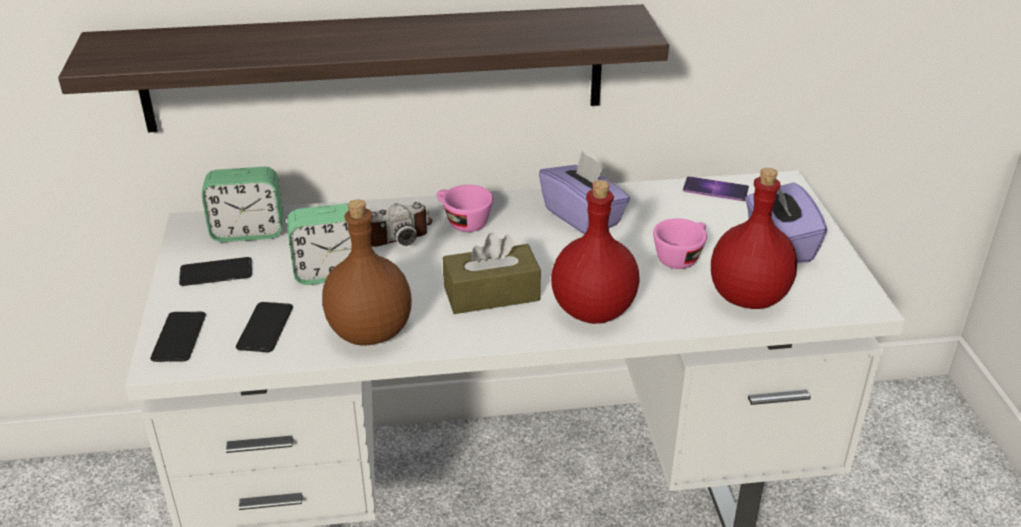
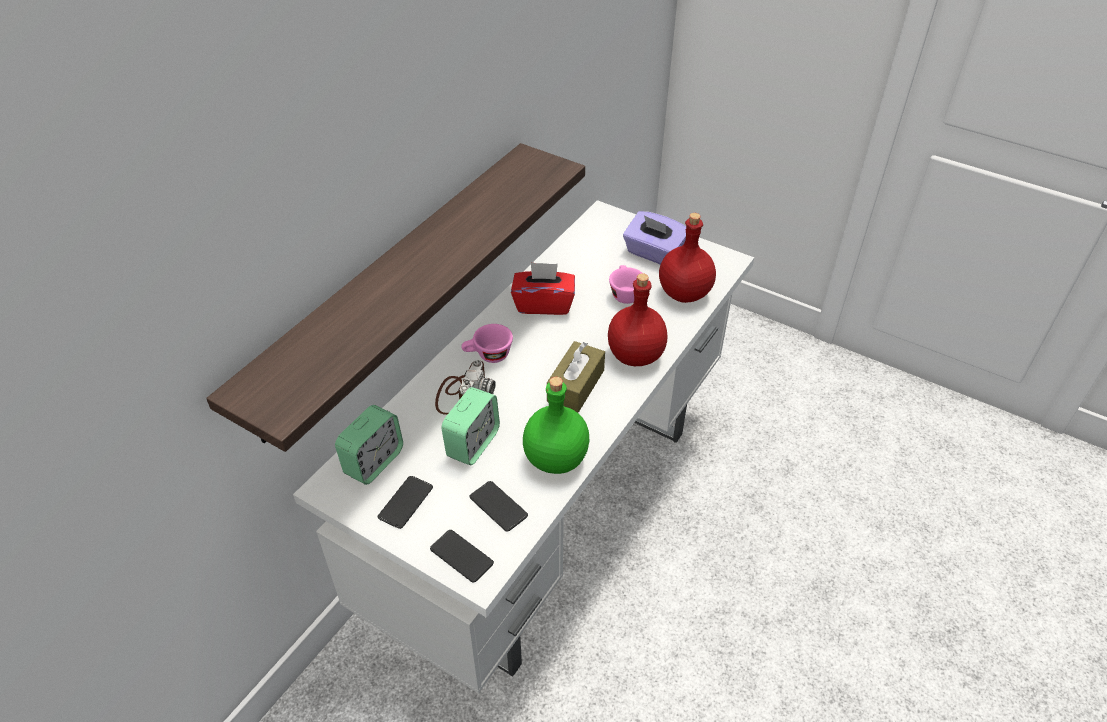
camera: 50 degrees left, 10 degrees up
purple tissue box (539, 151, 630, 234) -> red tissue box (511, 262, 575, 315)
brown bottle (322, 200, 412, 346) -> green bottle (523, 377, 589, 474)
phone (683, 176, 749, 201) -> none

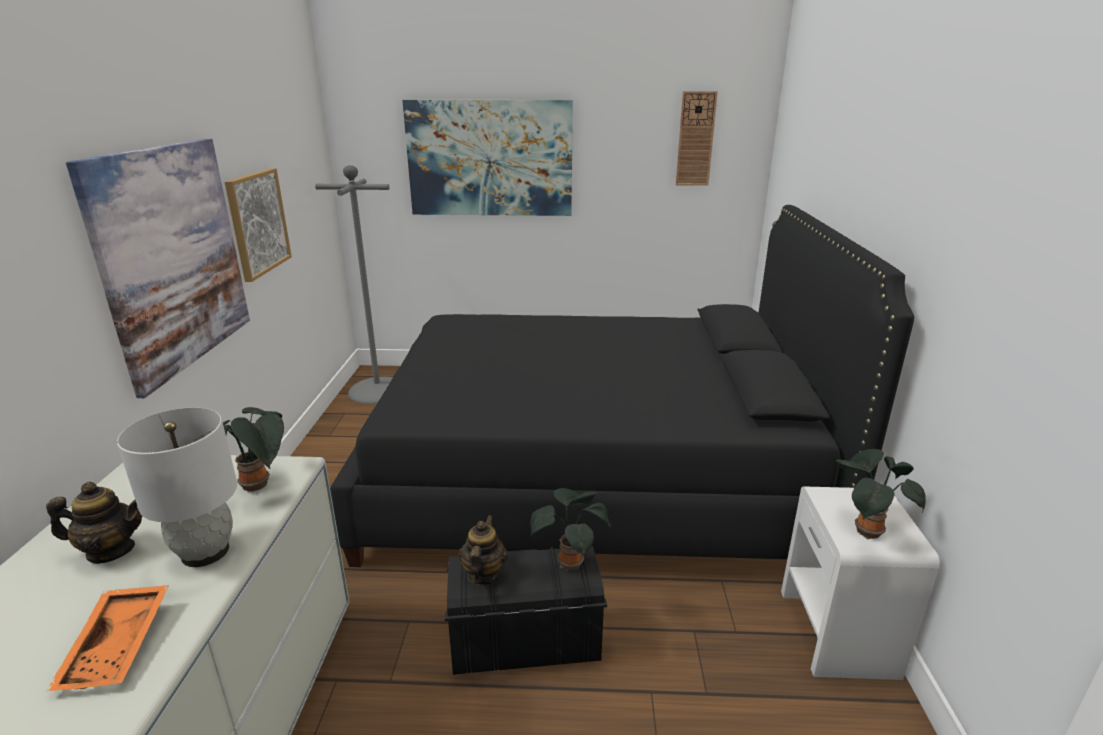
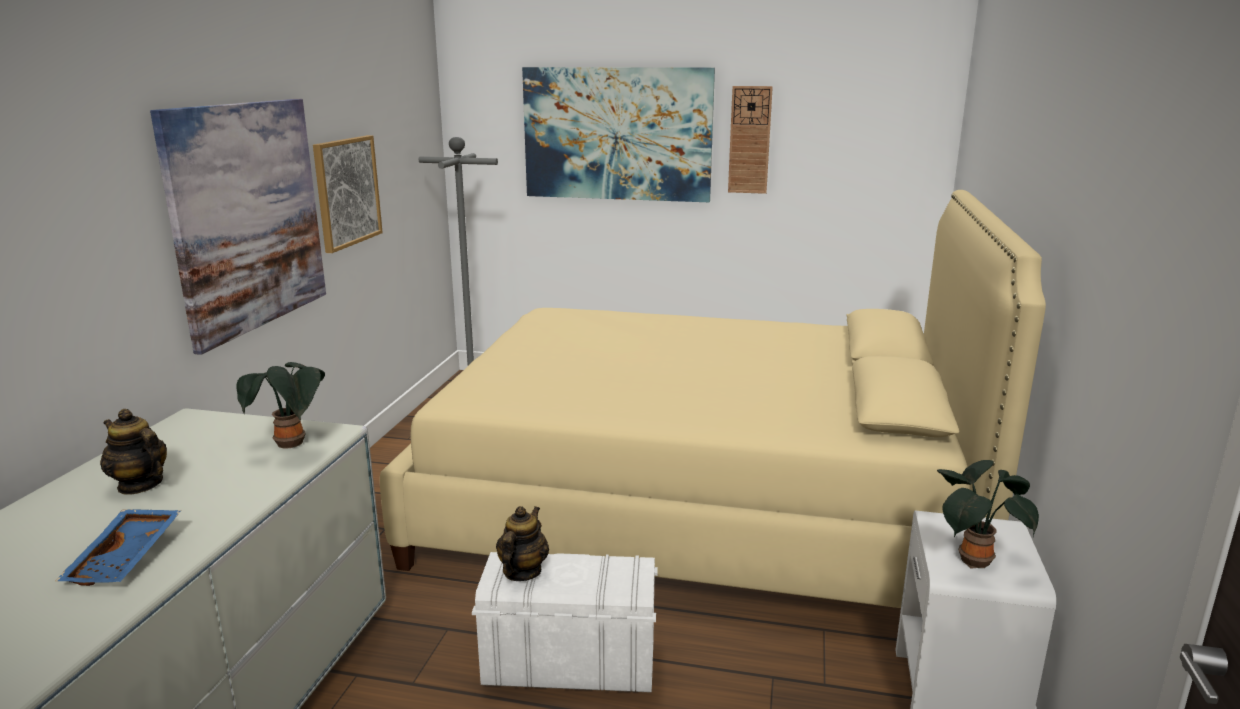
camera: 10 degrees right, 5 degrees down
orange tray (46, 585, 169, 692) -> blue tray (56, 509, 182, 586)
teapot (46, 482, 142, 564) -> teapot (100, 409, 167, 495), 150 degrees counterclockwise
black bed (330, 205, 914, 567) -> beige bed (380, 190, 1046, 608)
black storage box (445, 546, 607, 675) -> white storage box (472, 552, 658, 693)
wall clock (676, 91, 718, 186) -> wall clock (728, 86, 773, 194), relocated
white table lamp (117, 408, 237, 567) -> none
potted plant (530, 488, 611, 571) -> none

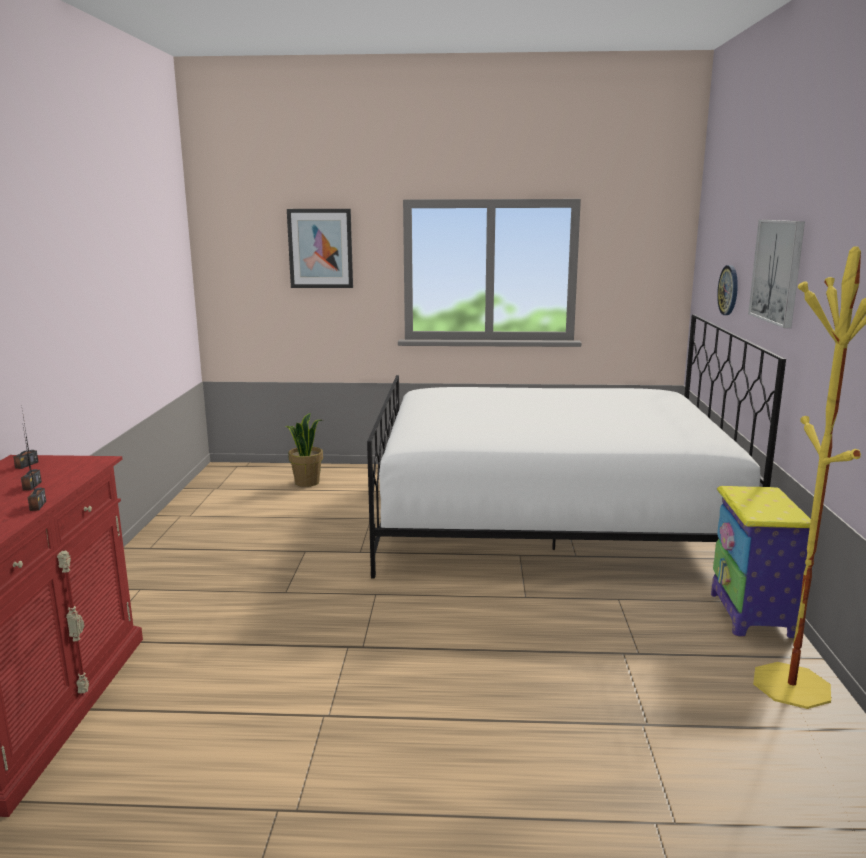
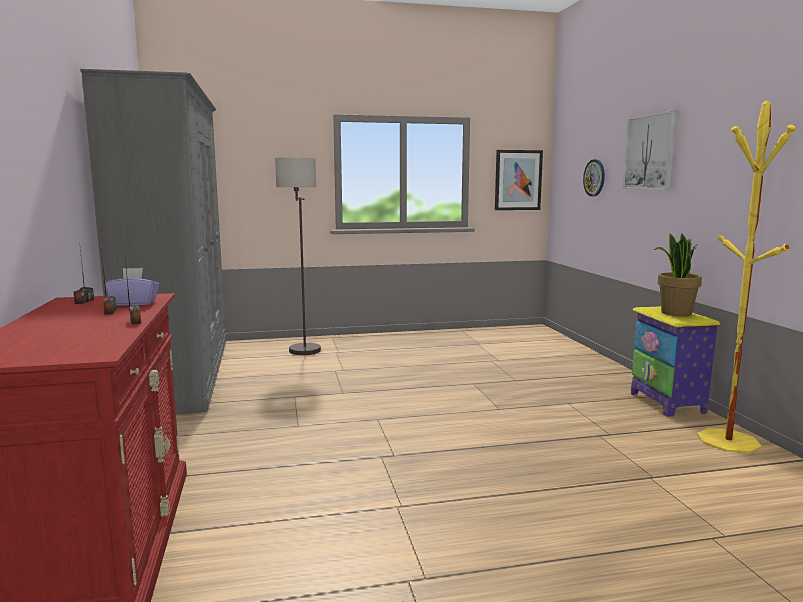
camera: 15 degrees left, 5 degrees down
none -> grey wardrobe (80, 69, 226, 414)
none -> purple tissue box (104, 268, 159, 306)
none -> grey floor lamp (275, 157, 321, 355)
picture (287, 209, 353, 288) -> picture (495, 150, 543, 210), relocated
potted plant (286, 413, 323, 487) -> potted plant (654, 233, 702, 316), relocated
white bed (367, 314, 786, 578) -> none

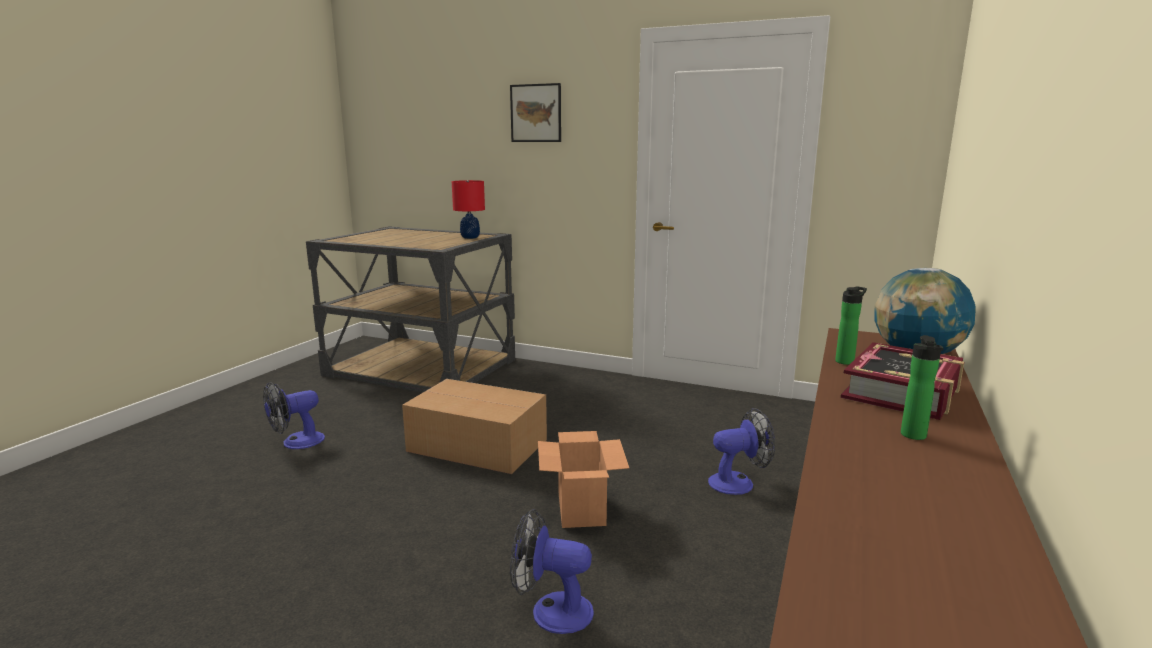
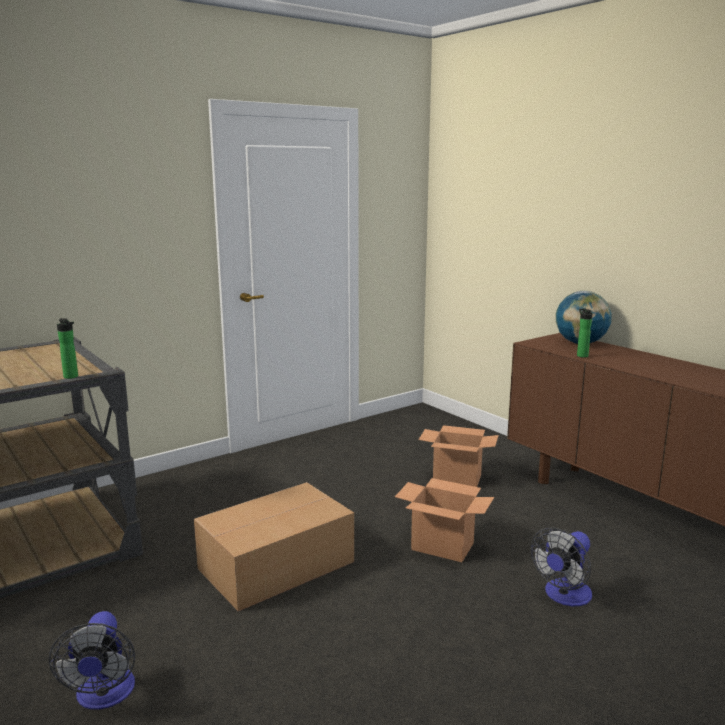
camera: 60 degrees left, 0 degrees up
bottle (901, 335, 943, 440) -> bottle (57, 318, 78, 379), relocated
fan (708, 408, 775, 495) -> cardboard box (419, 425, 499, 487)
red table lamp (452, 180, 485, 239) -> none
picture (510, 83, 561, 142) -> none
book (841, 342, 964, 420) -> none

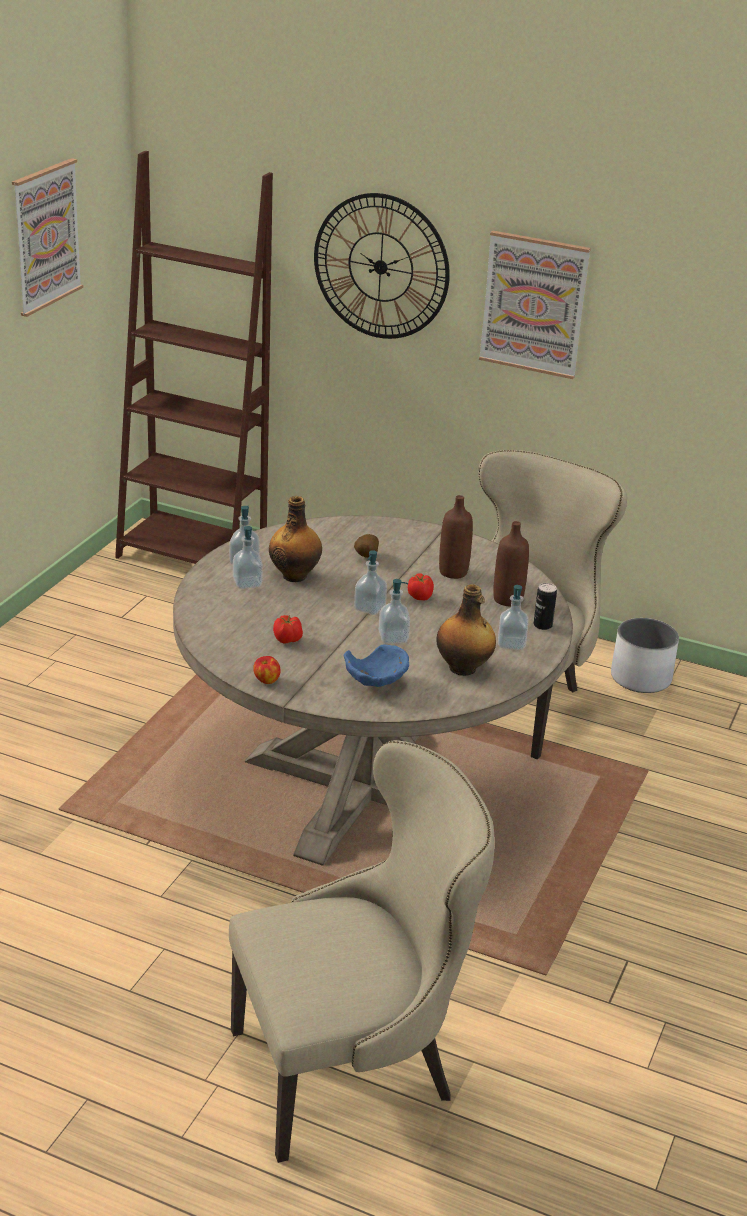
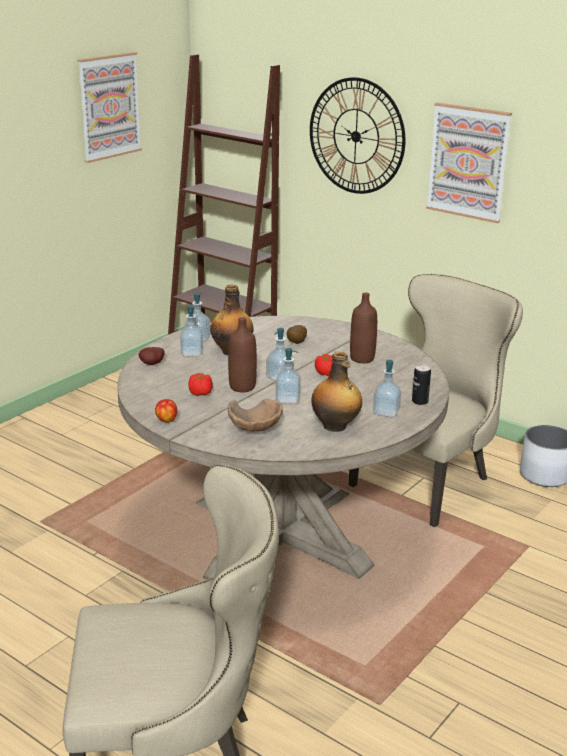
camera: 15 degrees right, 5 degrees down
none -> potato (139, 347, 165, 365)
brown bottle (493, 521, 529, 607) -> brown bottle (228, 317, 257, 393), relocated
blue bowl (344, 644, 409, 687) -> brown bowl (228, 399, 283, 432)

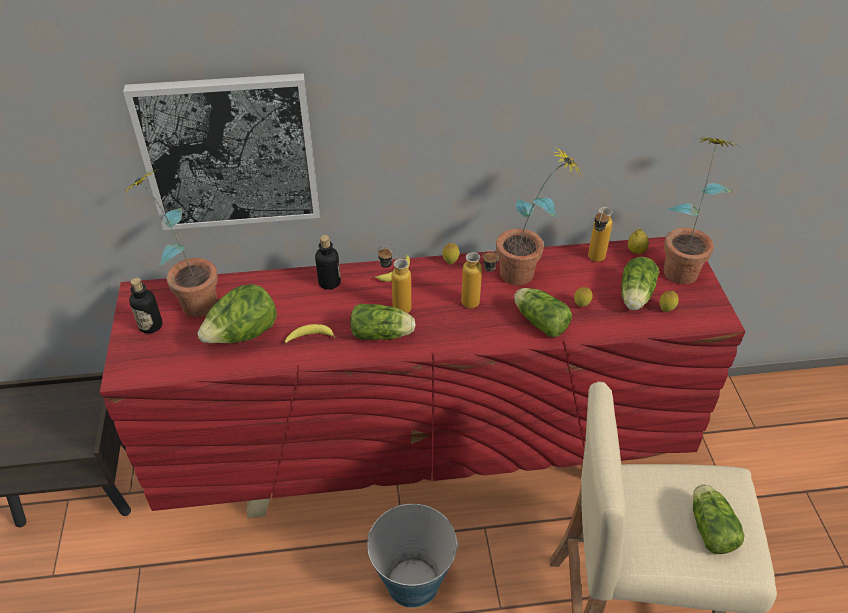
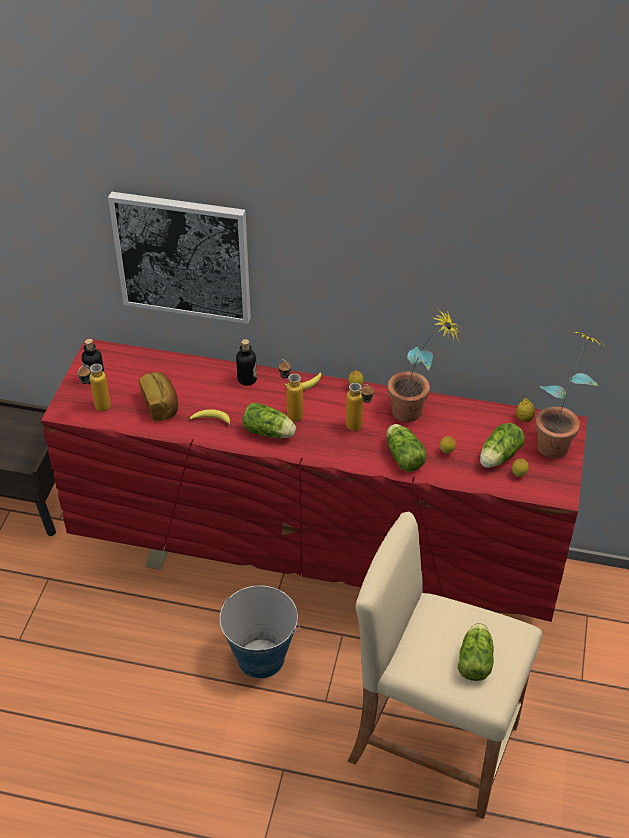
camera: 20 degrees right, 0 degrees up
bottle (588, 207, 613, 262) -> bottle (77, 364, 111, 411), relocated
lettuce (197, 284, 277, 343) -> bread (139, 372, 178, 421)
potted plant (124, 170, 218, 317) -> none

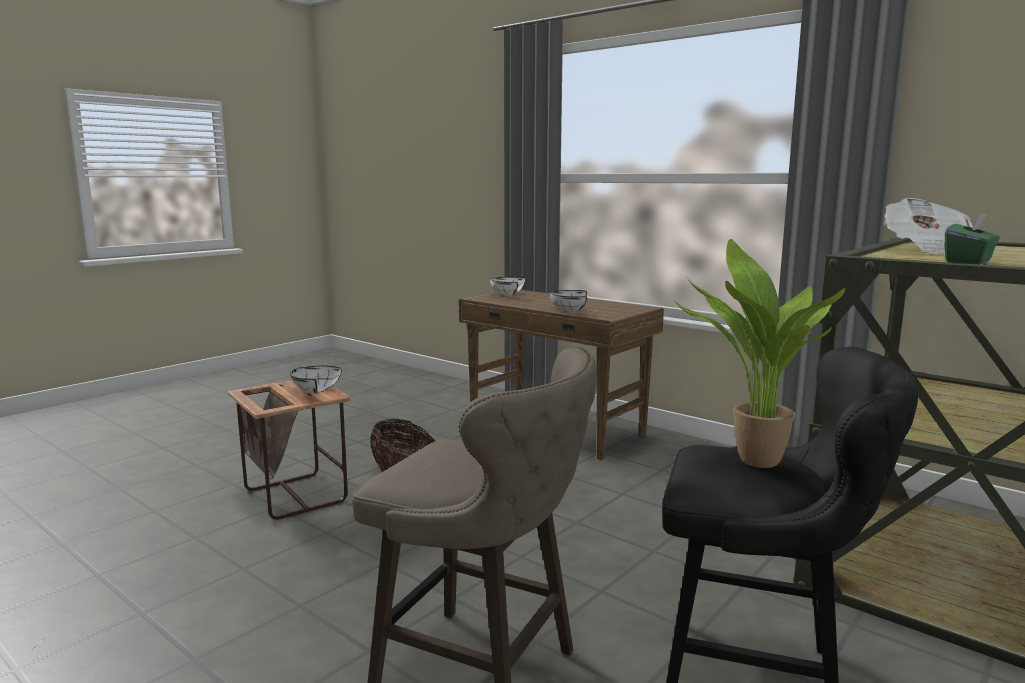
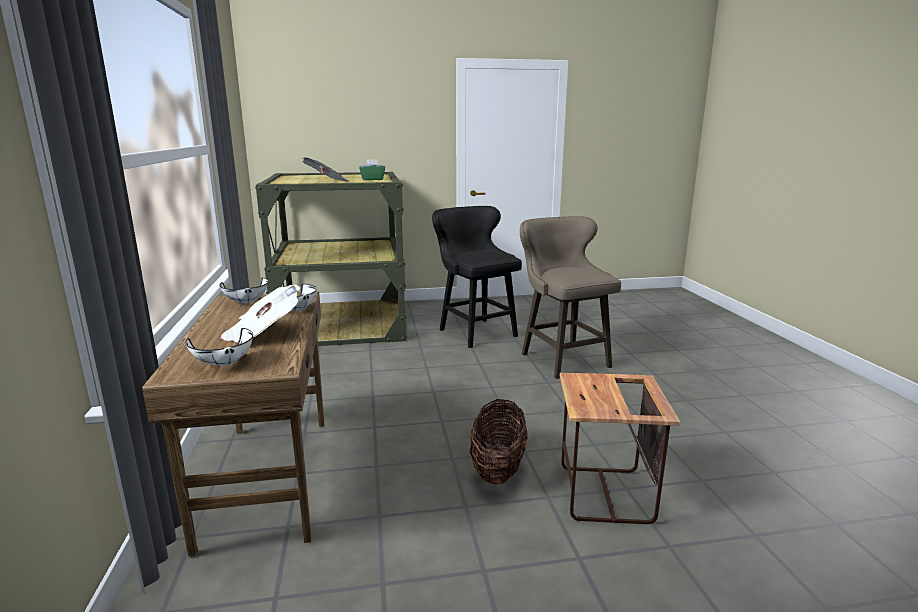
camera: 140 degrees left, 5 degrees up
white bowl (290, 366, 342, 394) -> white bowl (219, 278, 269, 304), relocated
none -> newspaper (221, 285, 301, 343)
potted plant (674, 239, 845, 468) -> none

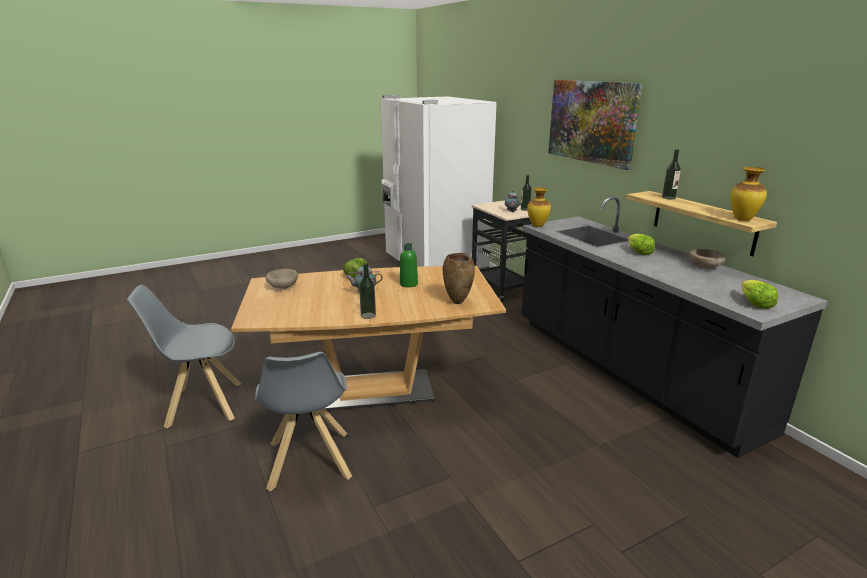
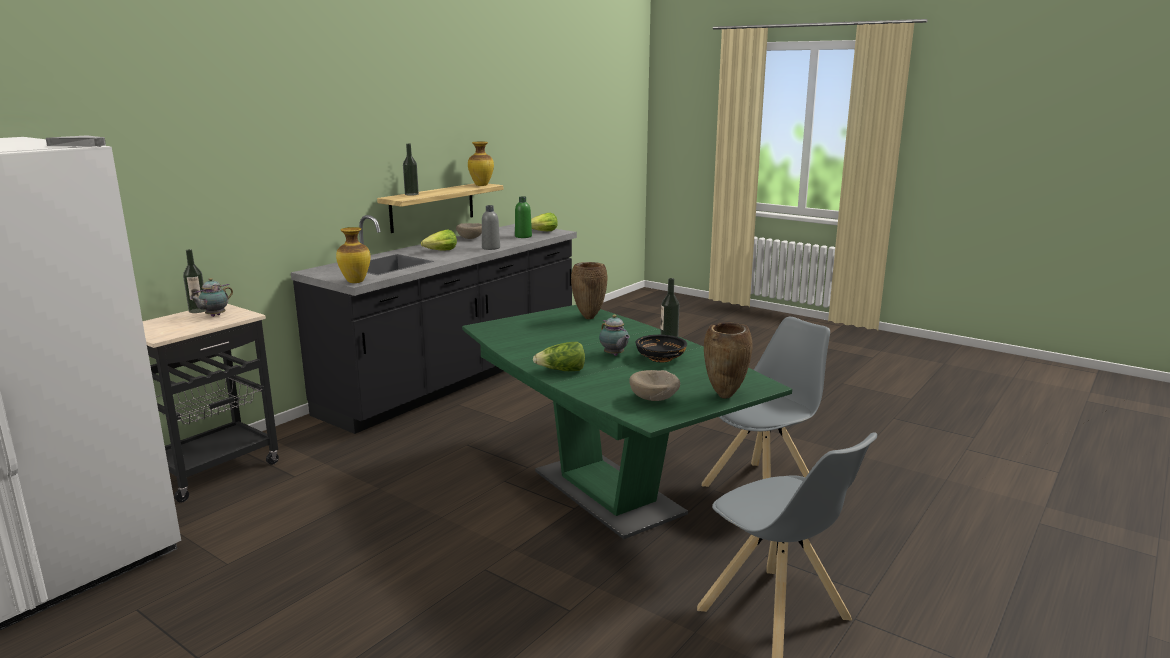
camera: 115 degrees left, 5 degrees down
brown dining table (231, 266, 506, 411) -> green dining table (462, 305, 792, 539)
none -> grey bottle (482, 205, 500, 250)
green bottle (400, 243, 418, 287) -> green bottle (515, 196, 532, 238), relocated
none -> black bowl (635, 335, 687, 362)
none -> brown vase (704, 322, 753, 399)
picture (548, 80, 642, 170) -> none

